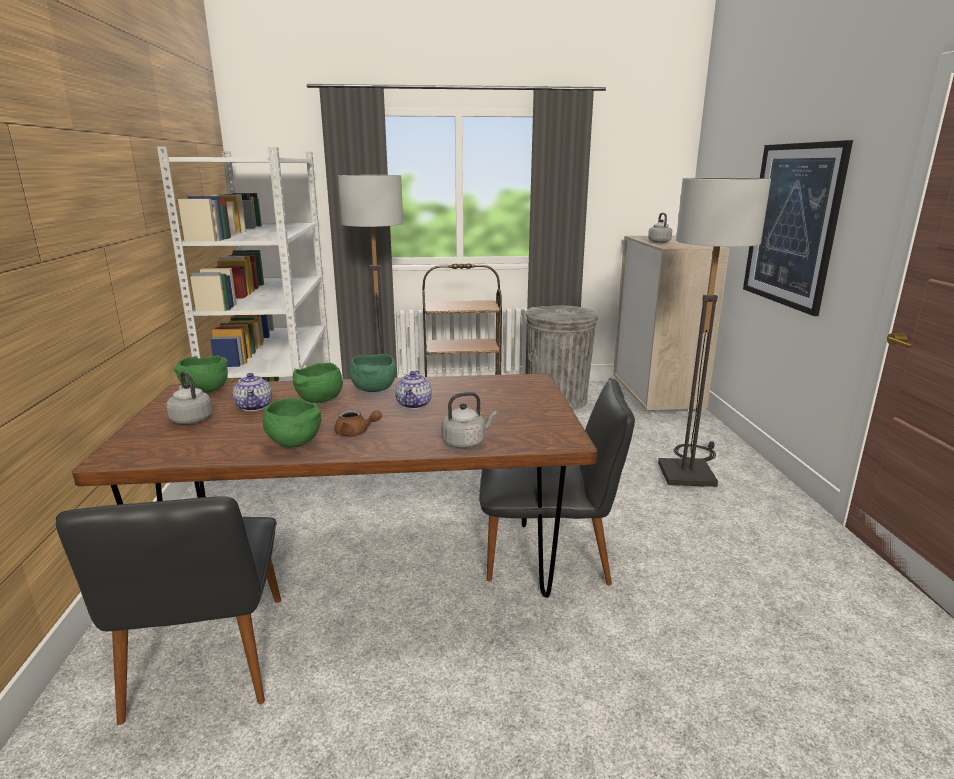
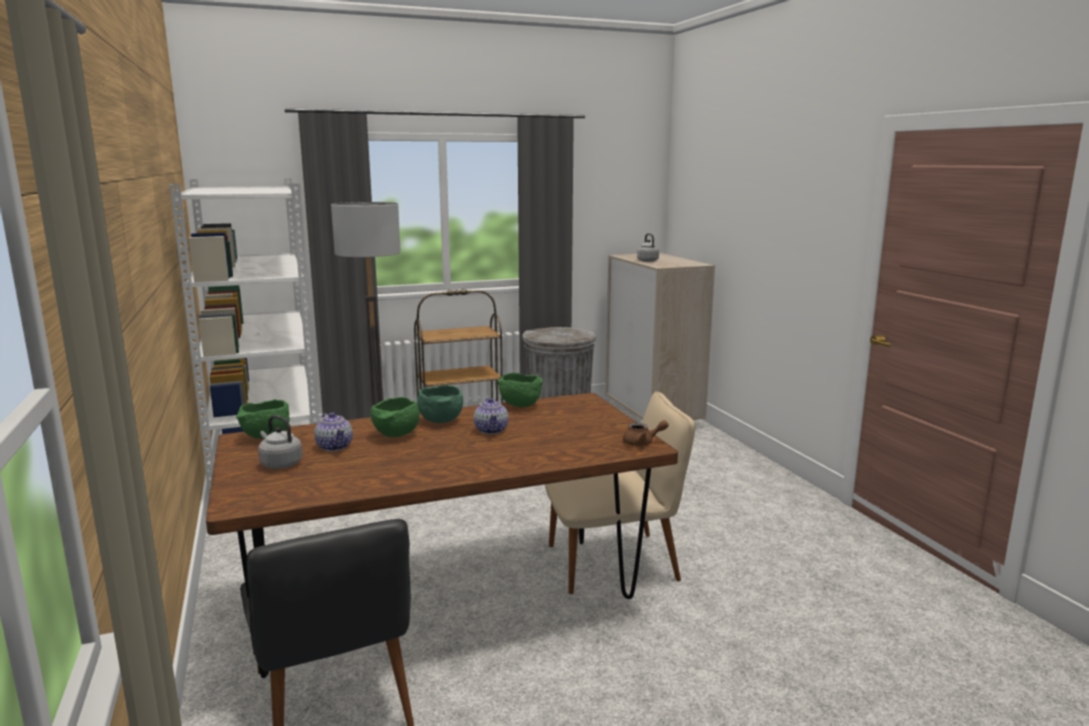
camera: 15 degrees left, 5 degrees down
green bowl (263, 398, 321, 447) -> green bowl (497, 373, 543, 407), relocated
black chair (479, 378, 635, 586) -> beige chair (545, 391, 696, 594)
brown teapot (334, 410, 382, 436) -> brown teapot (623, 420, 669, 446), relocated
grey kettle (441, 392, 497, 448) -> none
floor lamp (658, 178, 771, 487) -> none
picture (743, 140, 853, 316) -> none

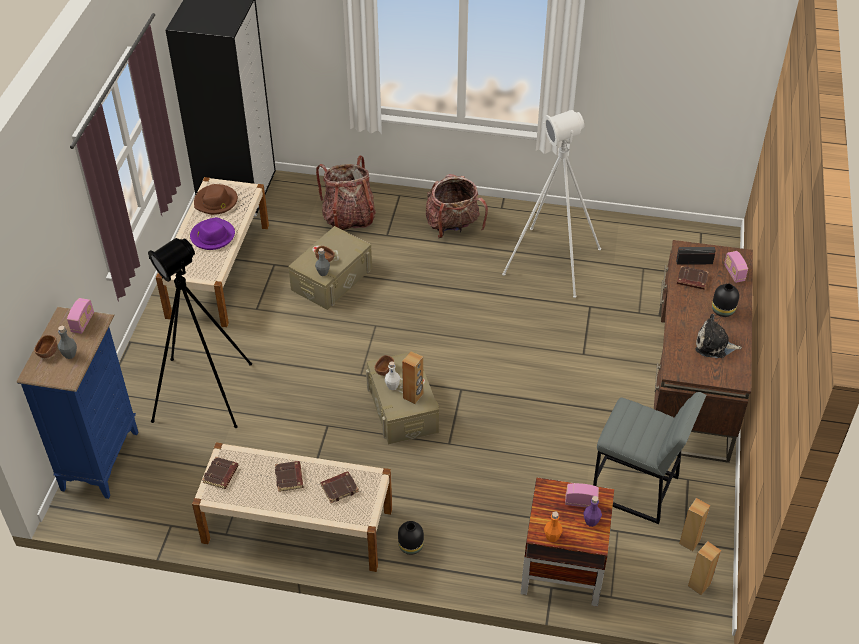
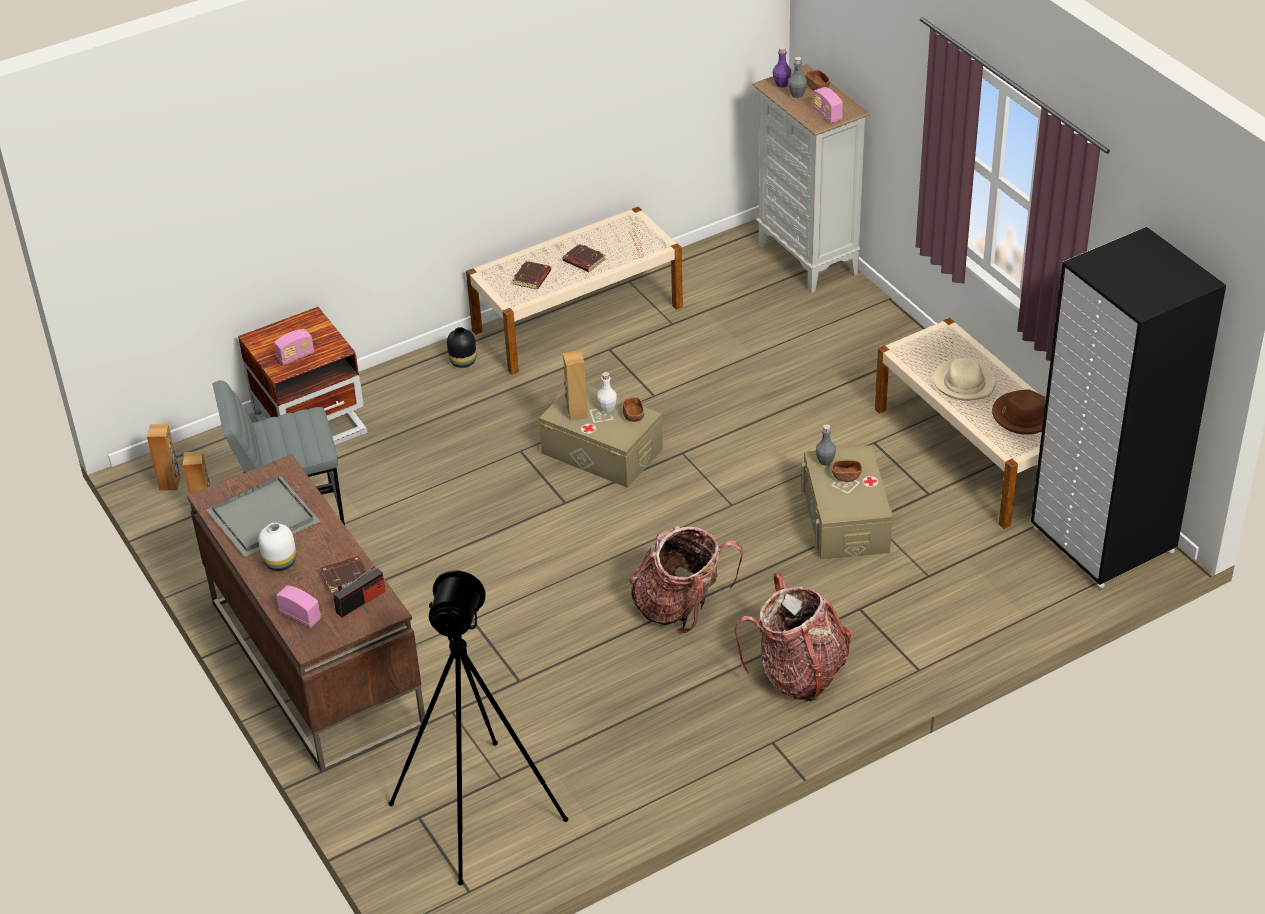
camera: 140 degrees right, 5 degrees down
plush toy (695, 314, 742, 358) -> grey tray (206, 476, 321, 557)
black vase (712, 284, 739, 317) -> white vase (259, 523, 296, 571)
black floor lamp (148, 238, 252, 428) -> black floor lamp (389, 570, 568, 885), relocated
backpack (316, 155, 376, 231) -> backpack (630, 526, 743, 633), relocated
blue dresser (17, 307, 138, 499) -> white dresser (752, 64, 870, 293)
purple bottle (583, 496, 602, 527) -> purple bottle (772, 46, 792, 88), relocated
purple hat (190, 217, 235, 250) -> beige hat (933, 358, 997, 401)
brown book (202, 457, 239, 489) -> none
white floor lamp (502, 110, 601, 298) -> none
orange bottle (544, 511, 563, 542) -> none

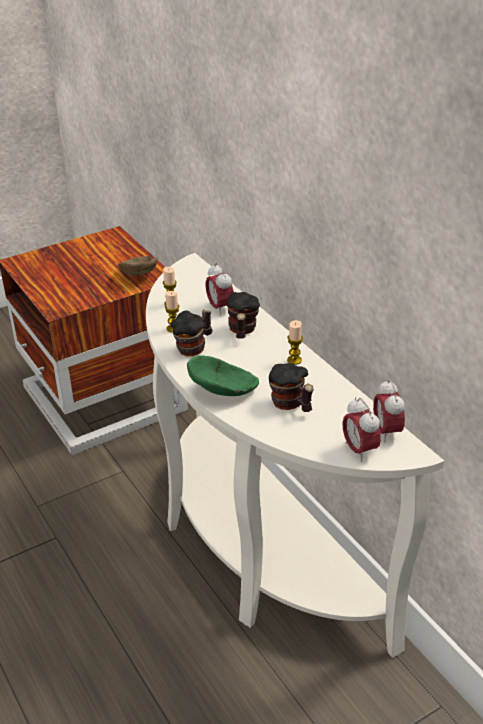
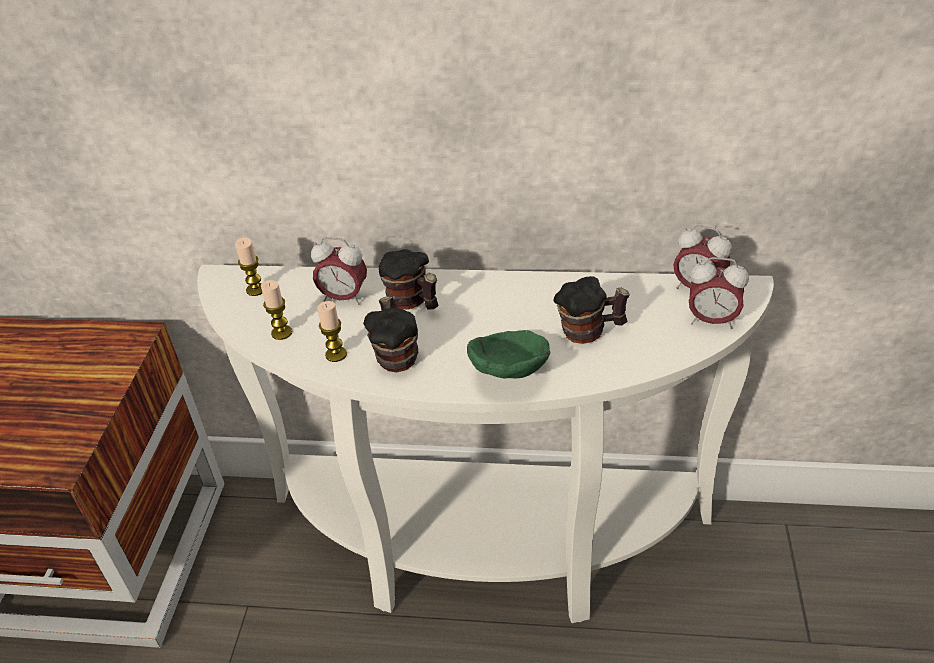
camera: 50 degrees left, 5 degrees up
candle (287, 320, 303, 365) -> candle (235, 238, 262, 296), relocated
brown bowl (118, 256, 158, 276) -> none

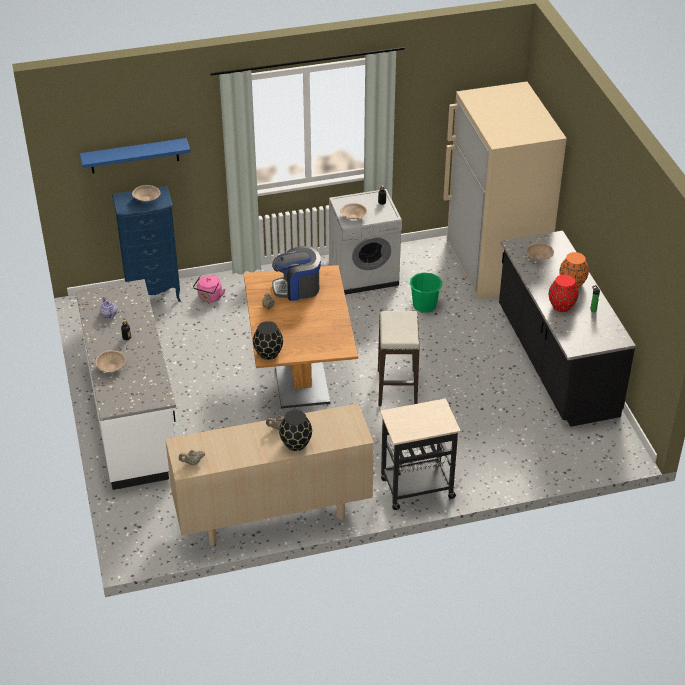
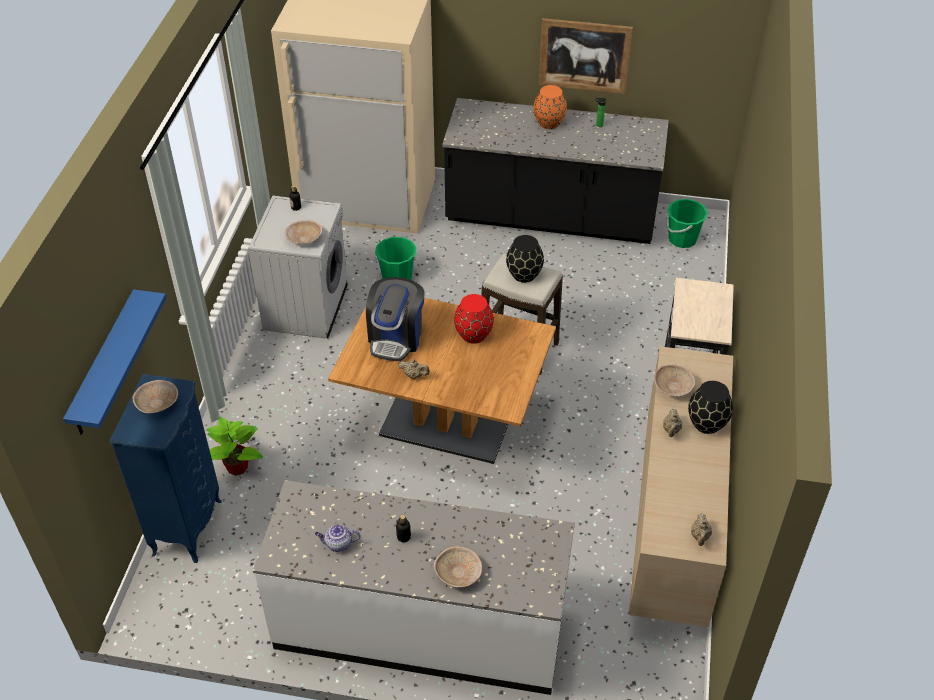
camera: 65 degrees left, 5 degrees up
pink kettle (193, 275, 225, 303) -> potted plant (206, 417, 263, 476)
red vase (549, 274, 578, 312) -> red vase (454, 294, 494, 344), relocated
black vase (253, 321, 283, 360) -> black vase (506, 235, 544, 283), relocated
none -> picture (539, 18, 633, 94)
beige bowl (526, 243, 554, 260) -> beige bowl (654, 364, 695, 396), relocated
none -> green bucket (666, 199, 708, 248)

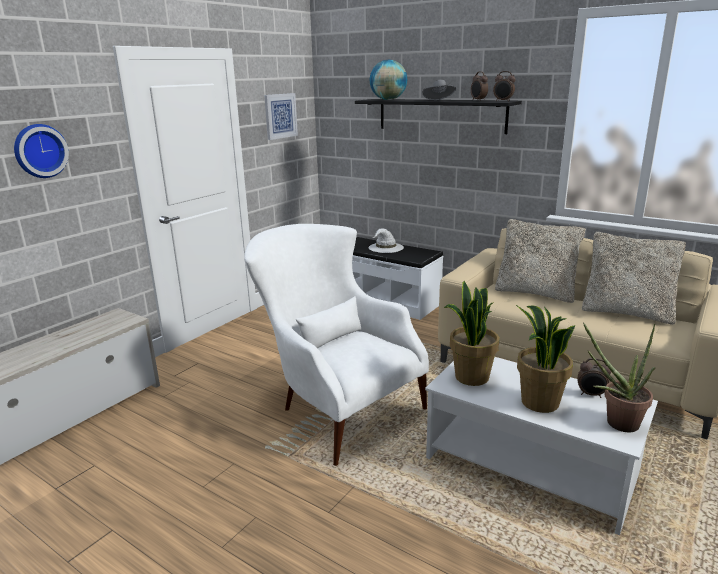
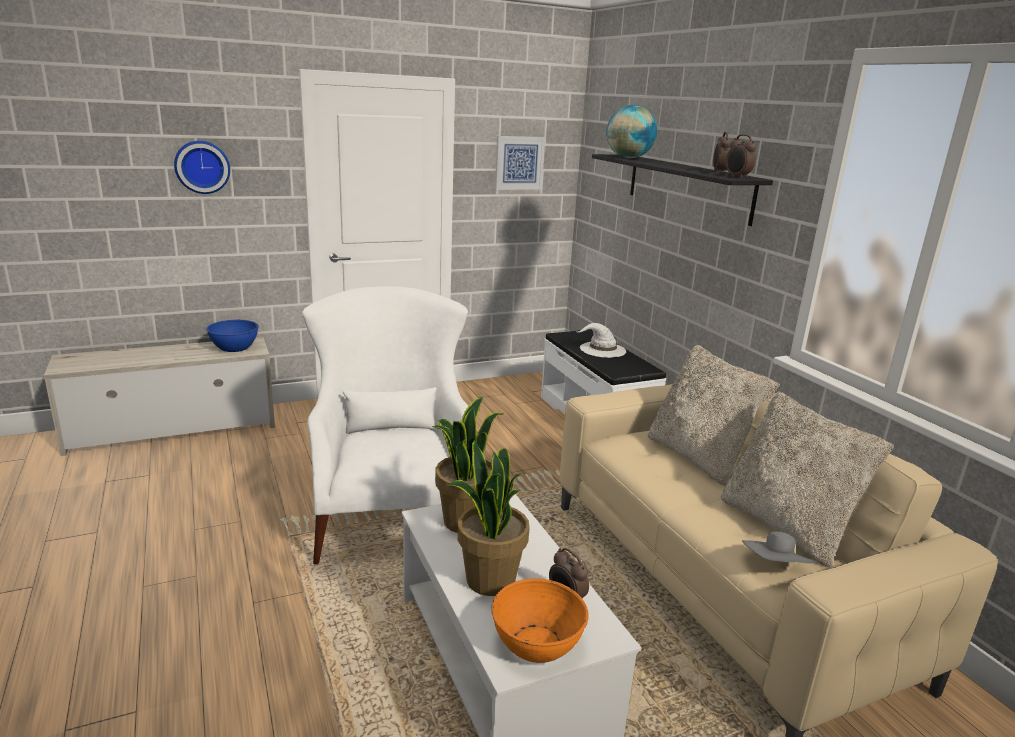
camera: 30 degrees right, 0 degrees up
none -> blue bowl (206, 320, 259, 352)
potted plant (583, 323, 655, 432) -> orange bowl (491, 578, 589, 663)
grey hat (422, 80, 456, 100) -> grey hat (742, 532, 816, 564), relocated

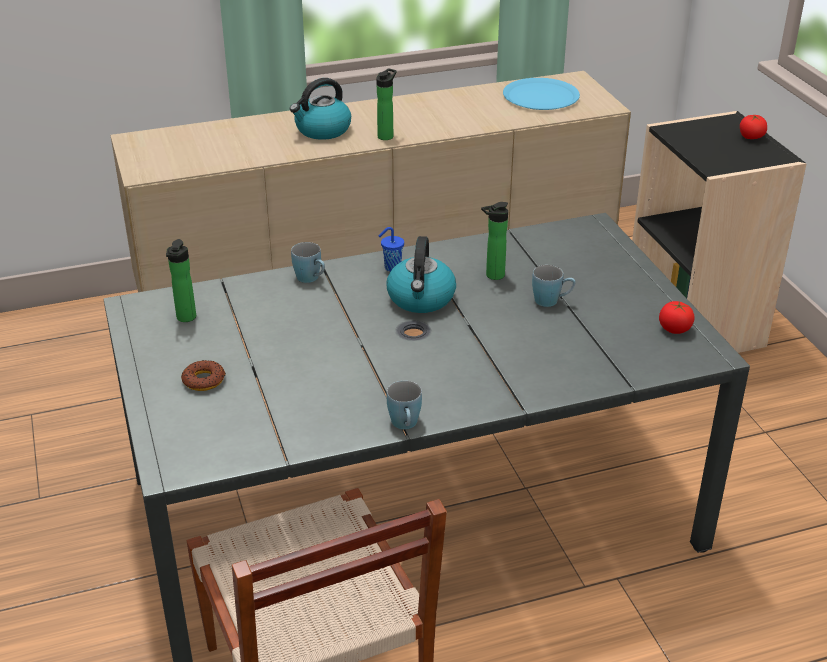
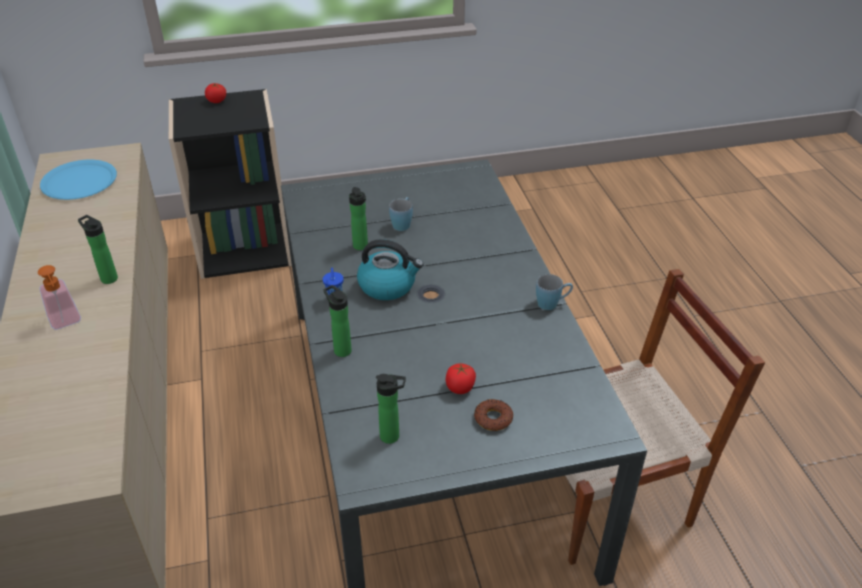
camera: 85 degrees left, 5 degrees up
kettle (290, 78, 351, 140) -> soap dispenser (38, 265, 81, 330)
blue mug (291, 242, 325, 283) -> bottle (324, 285, 352, 357)
tomato (659, 301, 694, 334) -> tomato (446, 363, 476, 394), relocated

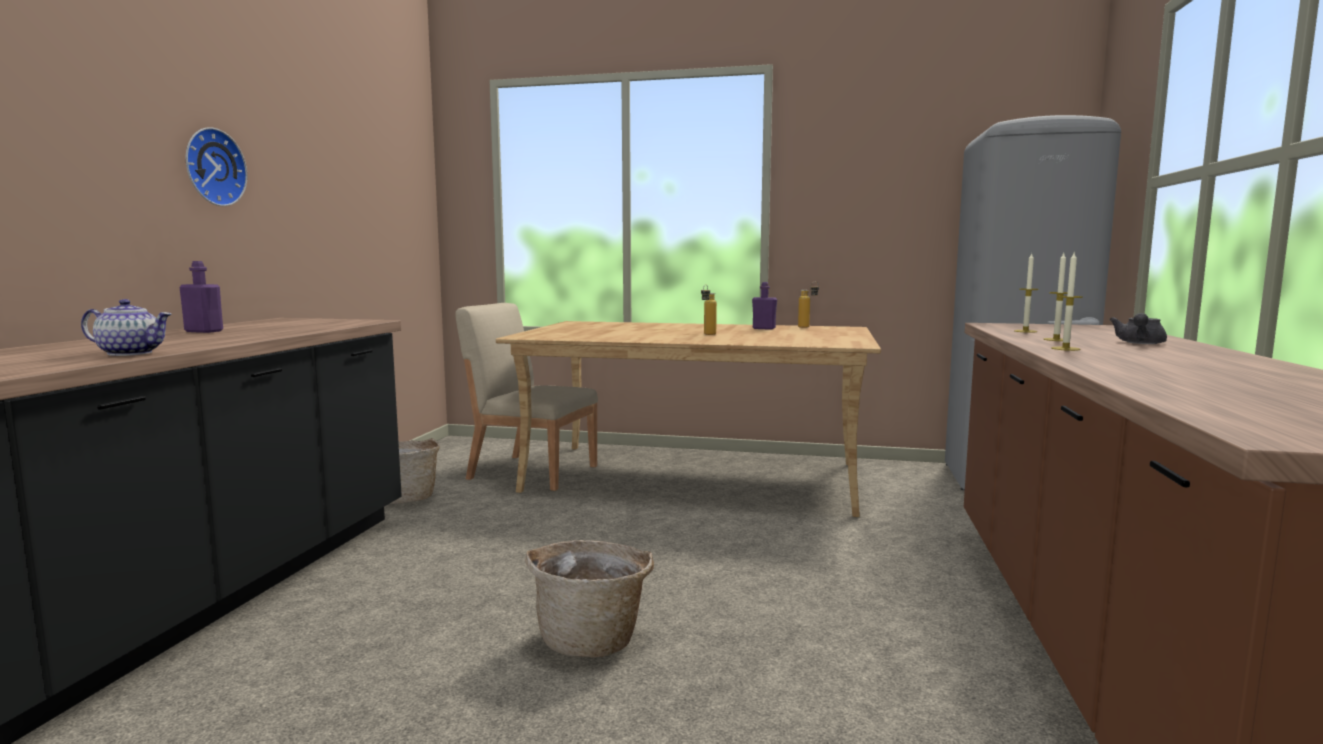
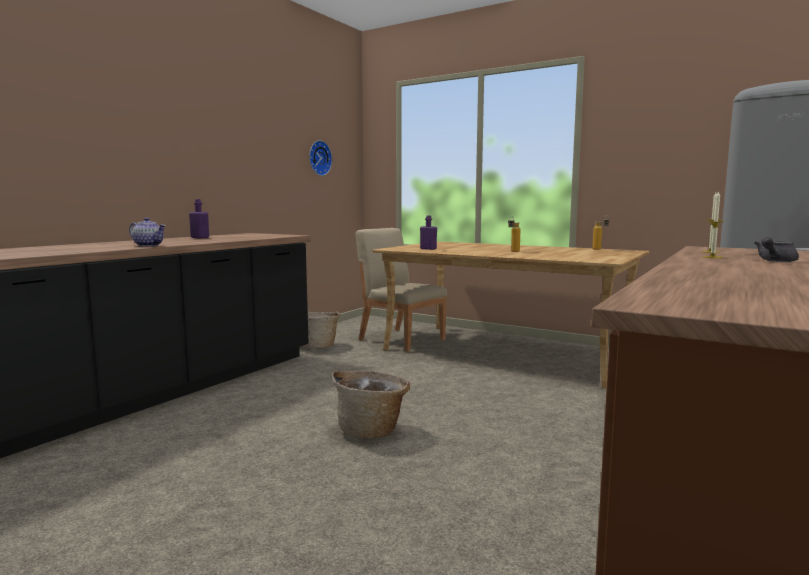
camera: 20 degrees right, 0 degrees up
wall clock (186, 127, 248, 206) -> wall clock (309, 140, 332, 176), relocated
purple bottle (752, 282, 777, 330) -> purple bottle (420, 215, 437, 250), relocated
candle (1051, 253, 1083, 351) -> none

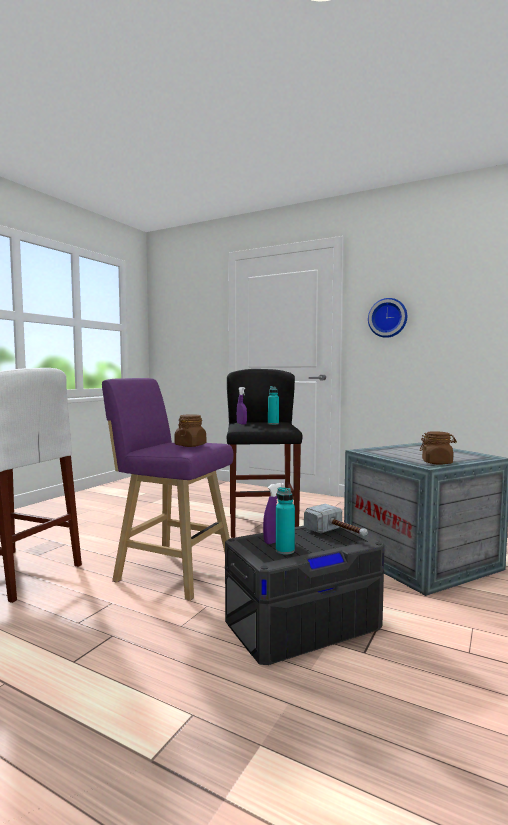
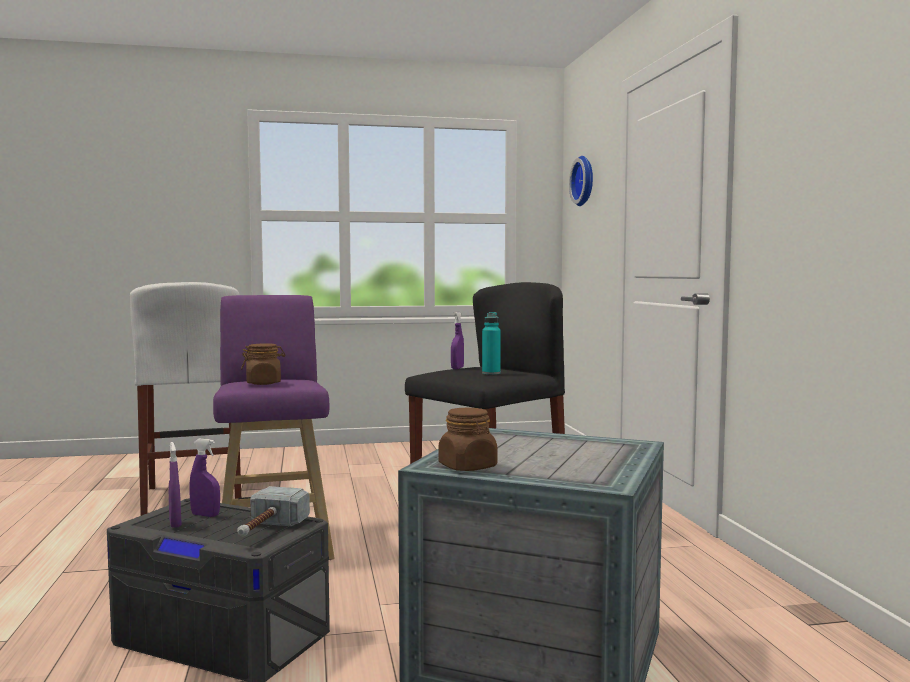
camera: 50 degrees right, 0 degrees up
turquoise bottle (276, 487, 295, 555) -> purple spray bottle (169, 442, 182, 528)
wall clock (368, 298, 407, 338) -> wall clock (569, 156, 593, 206), relocated

